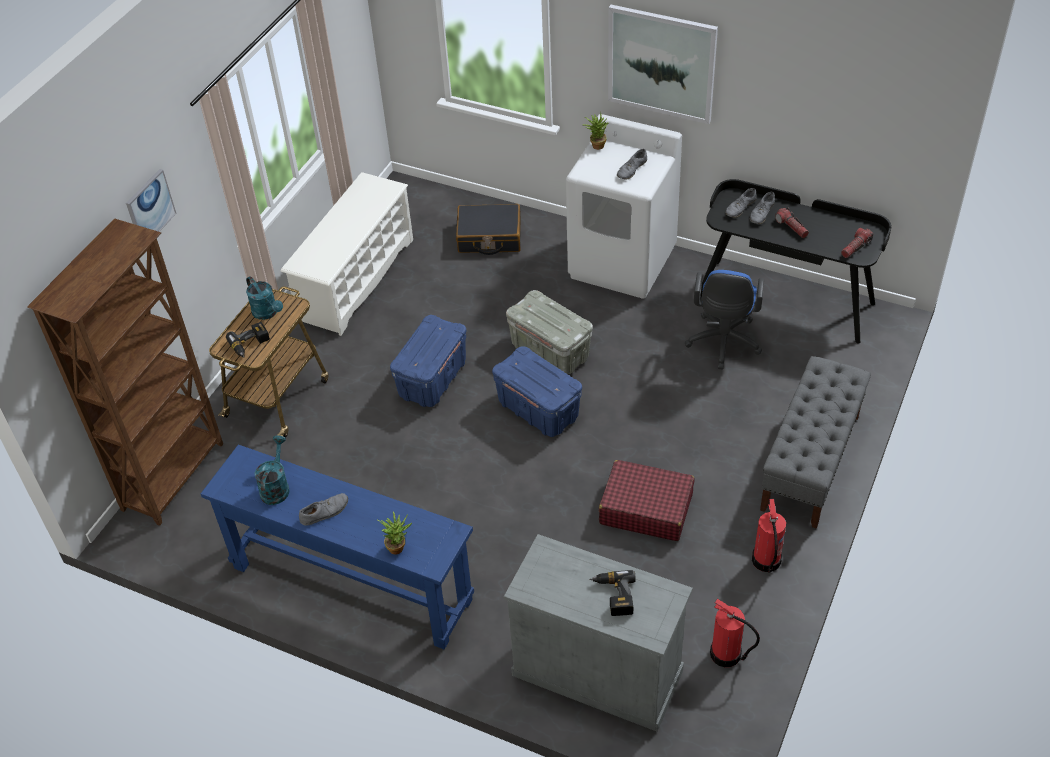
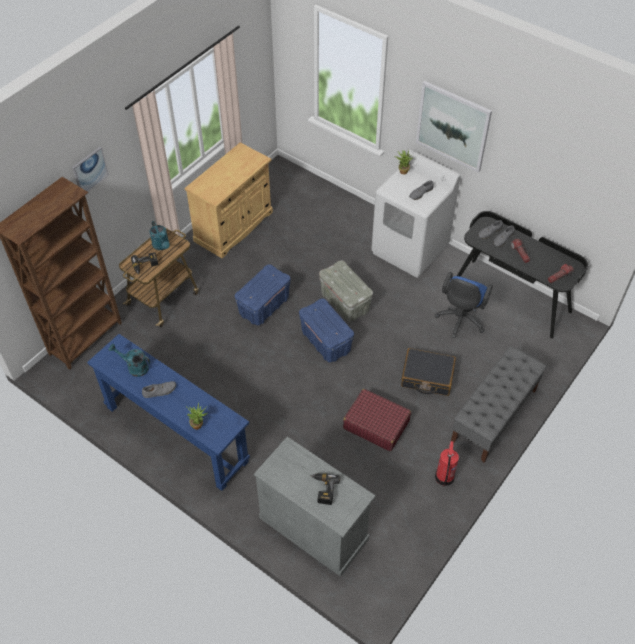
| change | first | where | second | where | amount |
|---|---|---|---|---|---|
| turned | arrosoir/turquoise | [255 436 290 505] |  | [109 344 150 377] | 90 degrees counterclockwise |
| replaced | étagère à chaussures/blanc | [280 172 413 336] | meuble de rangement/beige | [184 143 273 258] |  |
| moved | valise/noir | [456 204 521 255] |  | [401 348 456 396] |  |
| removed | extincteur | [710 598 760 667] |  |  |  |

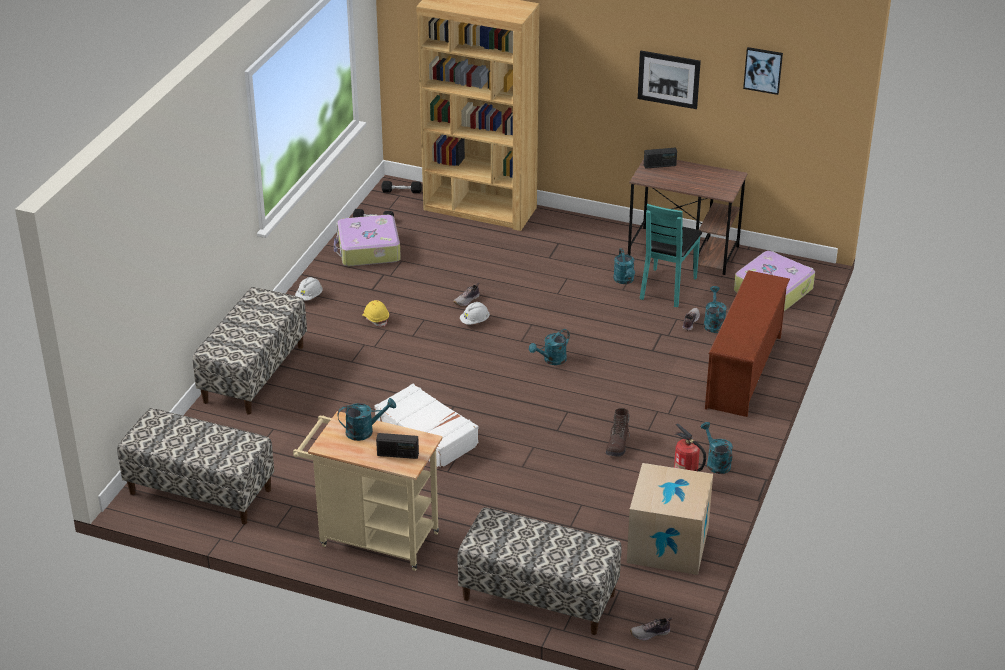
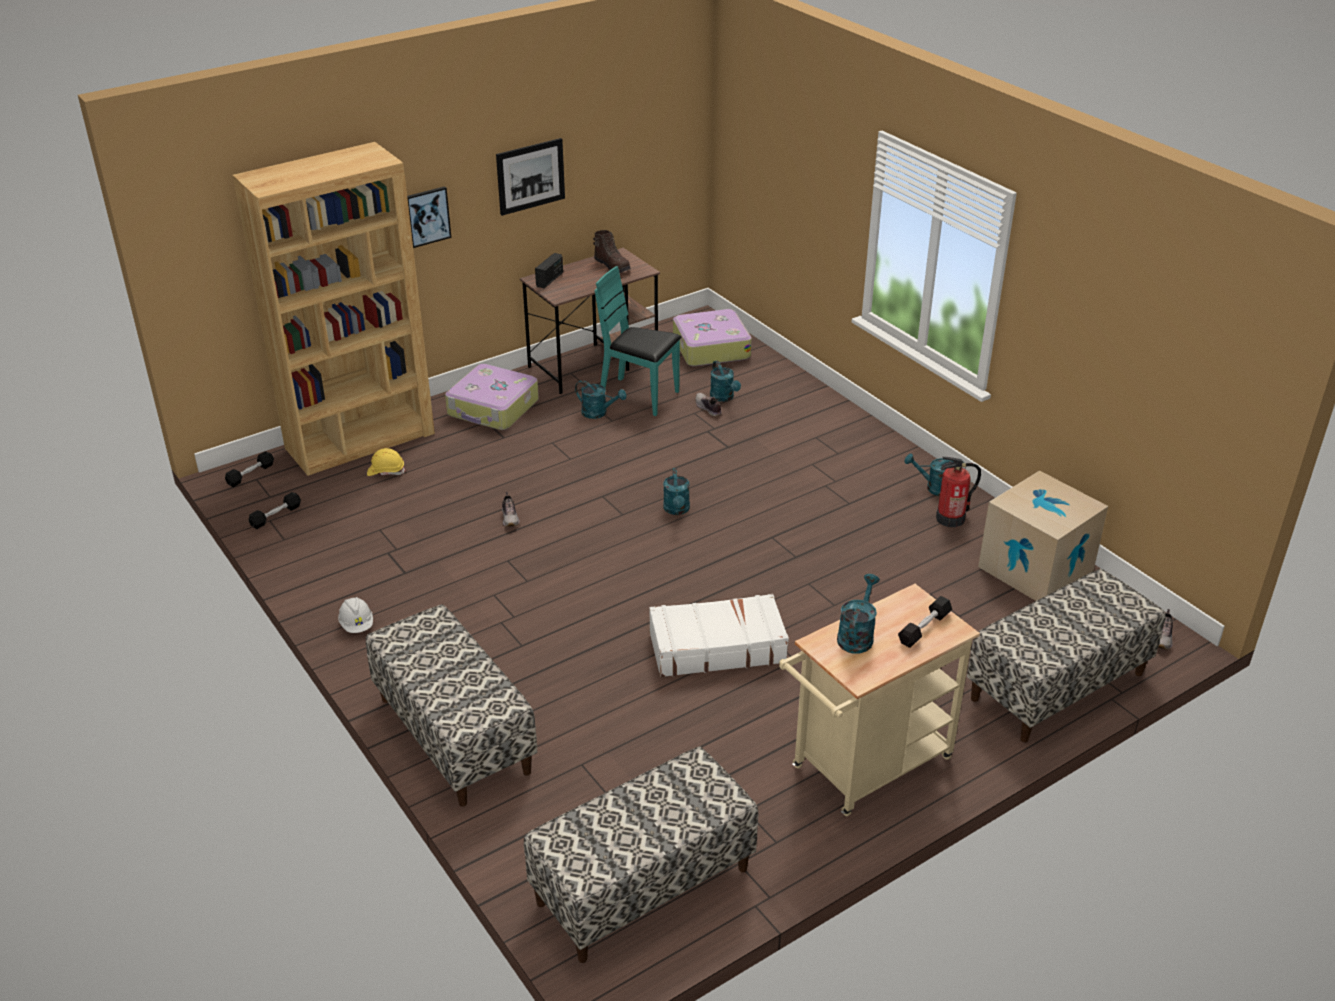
| change | first | where | second | where | amount |
|---|---|---|---|---|---|
| moved | casque de chantier/jaune | [362 300 389 327] |  | [367 448 405 476] |  |
| moved | tableau | [743 47 783 95] |  | [407 186 451 248] |  |
| moved | valise | [334 215 401 266] |  | [445 364 539 430] |  |
| moved | botte/marron | [605 408 630 457] |  | [593 230 631 273] |  |
| turned | chaise/turquoise | [640 204 702 307] |  | [594 266 682 416] | 150 degrees clockwise |
| turned | arrosoir/turquoise | [704 286 727 333] |  | [710 360 741 402] | 150 degrees counterclockwise |
| replaced | radio | [376 433 419 459] | haltère/noir | [898 596 952 648] |  |
| removed | casque de chantier/blanc | [460 302 490 325] |  |  |  |
| removed | étagère à chaussures/marron | [705 270 790 417] |  |  |  |

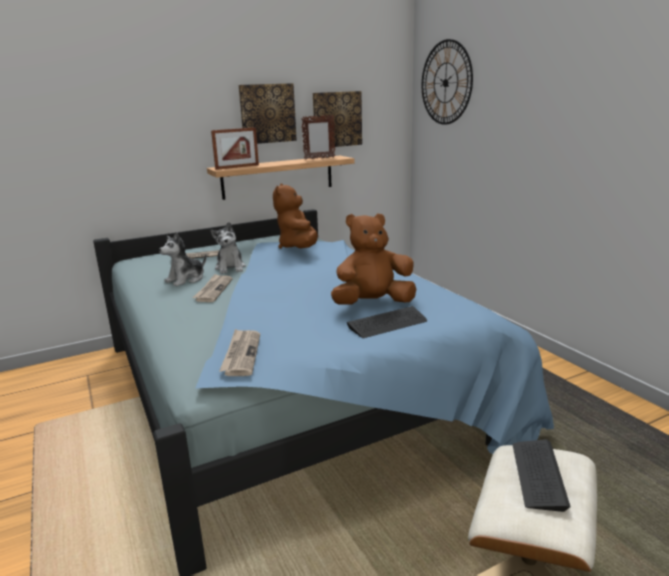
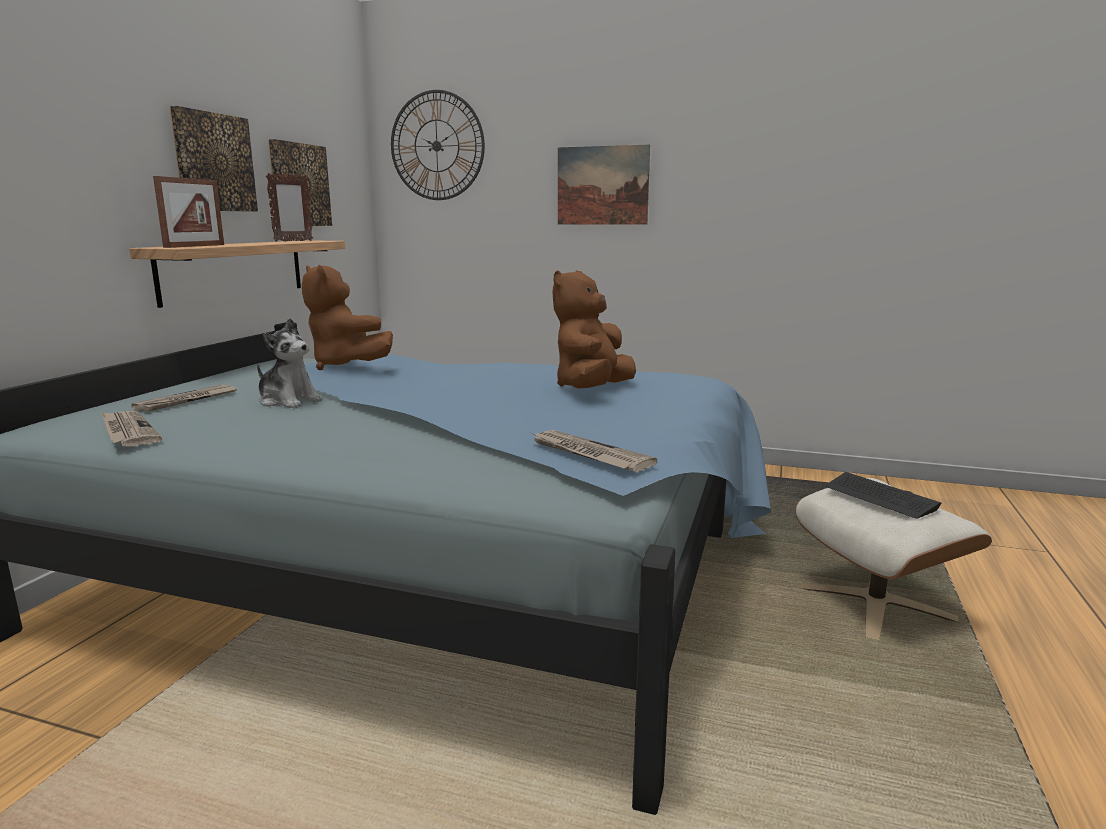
| change | first | where | second | where | amount |
|---|---|---|---|---|---|
| moved | journal | [193 274 233 302] |  | [101 411 162 447] |  |
| added |  |  | tableau | [558 144 650 225] |  |
| removed | peluche | [159 232 206 286] |  |  |  |
| removed | clavier | [347 306 427 338] |  |  |  |

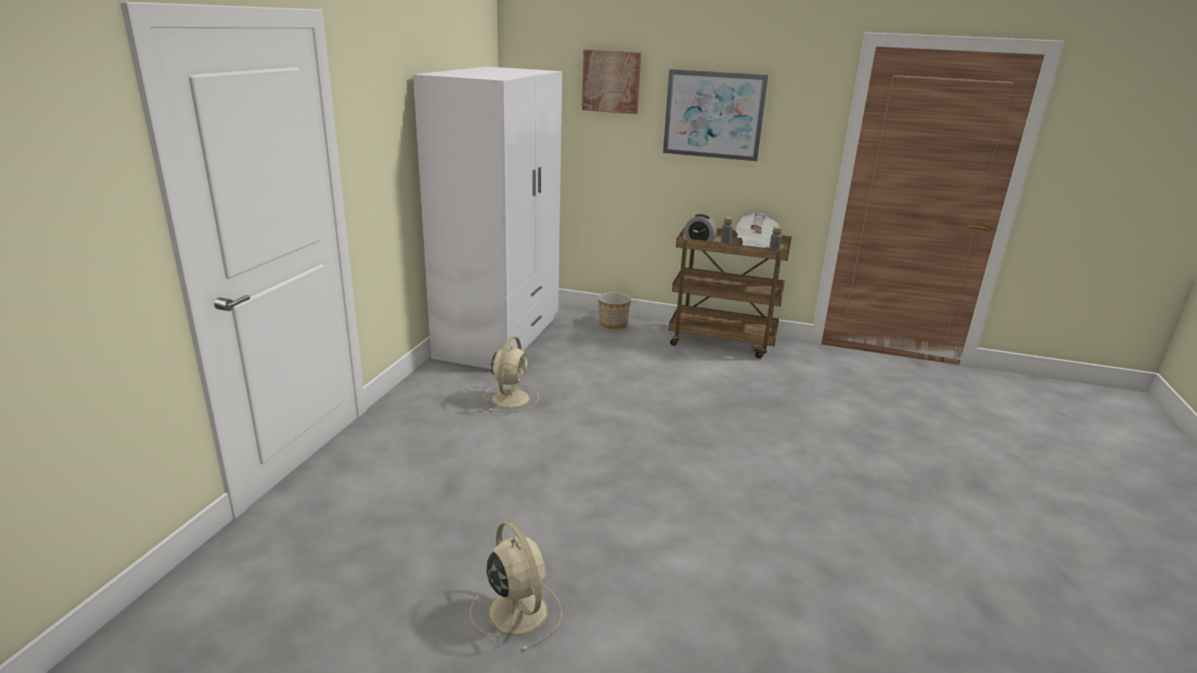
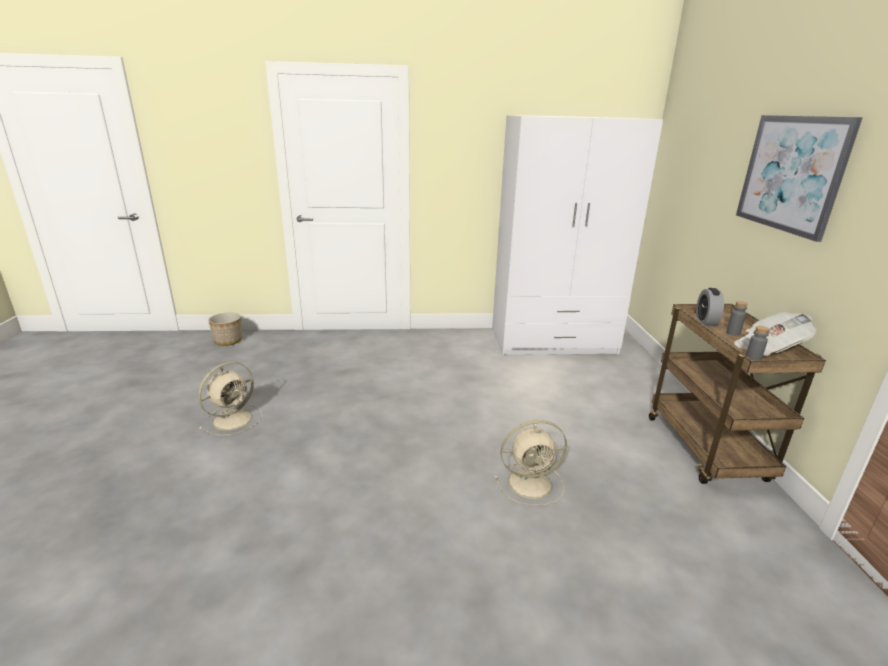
| change | first | where | second | where | amount |
|---|---|---|---|---|---|
| moved | cache-pot | [598 292 631 329] |  | [208 312 242 346] |  |
| moved | ventilateur/beige | [484 337 539 412] |  | [494 420 567 506] |  |
| removed | tableau | [582 50 641 114] |  |  |  |

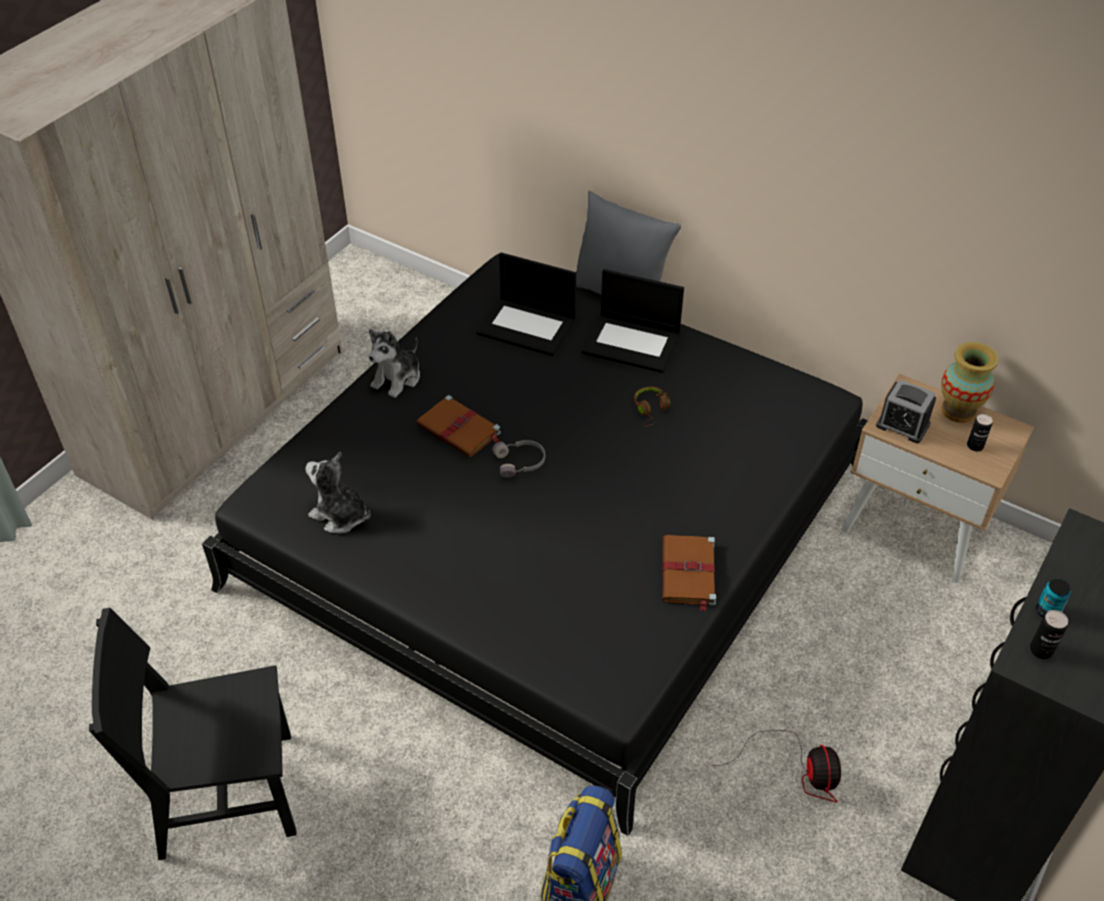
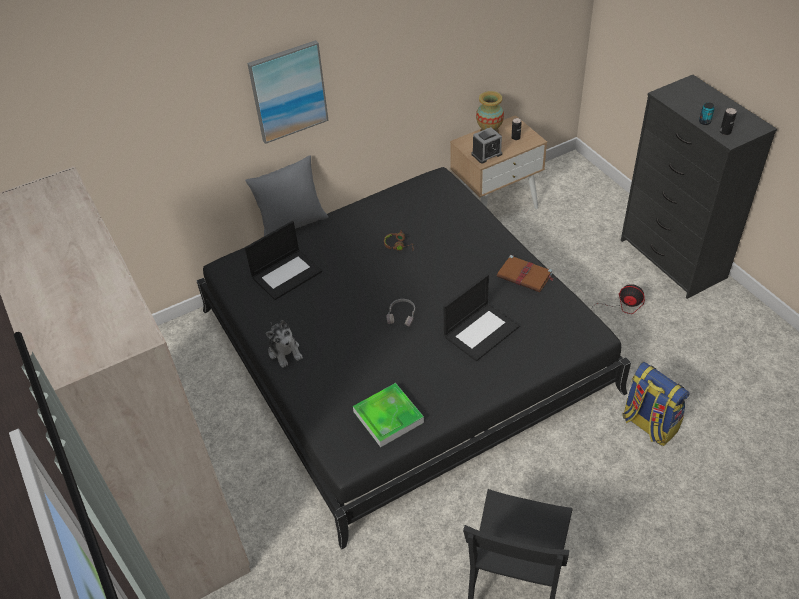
| change | first | where | second | where | amount |
|---|---|---|---|---|---|
| added |  |  | tableau | [247 40 329 144] |  |
| replaced | peluche | [305 451 371 534] | plateau | [353 383 424 447] |  |
| moved | ordinateur portable | [582 269 684 373] |  | [443 274 519 361] |  |
| removed | livre/marron | [416 395 501 458] |  |  |  |

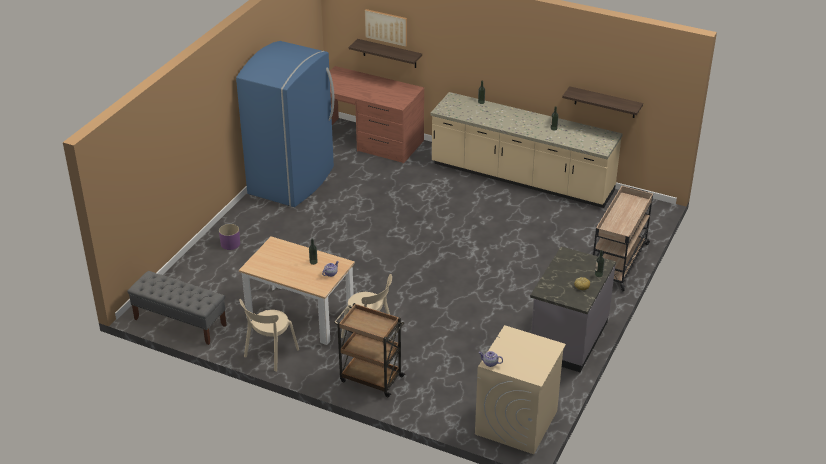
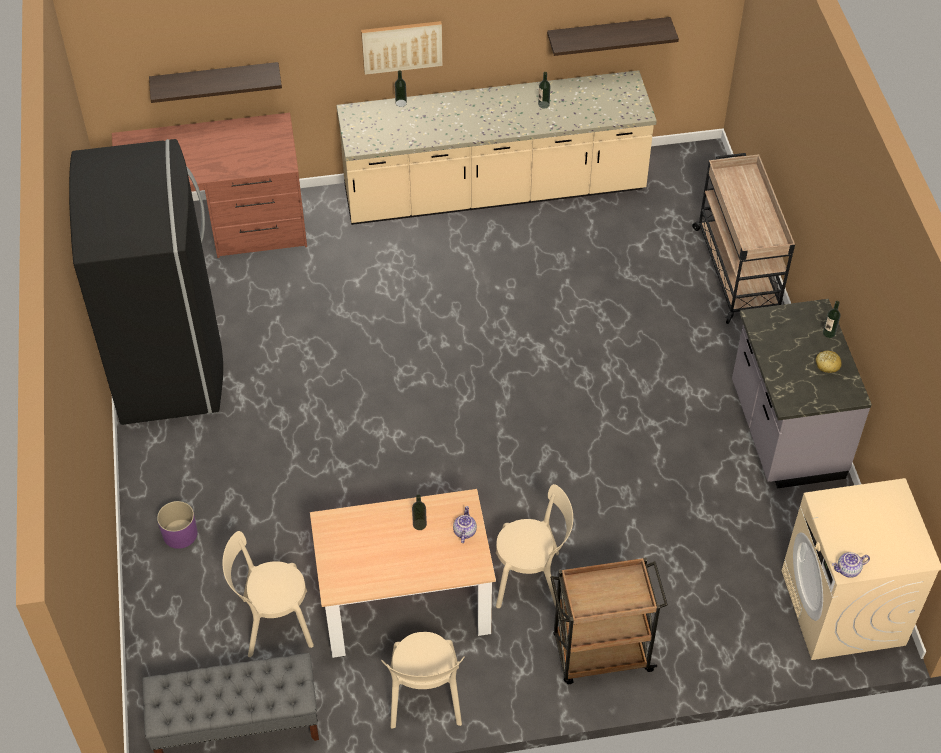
| change | first | where | second | where | amount |
|---|---|---|---|---|---|
| recoloured | réfrigérateur/bleu | [236 41 334 207] | réfrigérateur/noir | [69 139 223 425] |  |
| added |  |  | chaise/beige | [222 531 314 657] |  |
| moved | tableau | [365 9 407 47] |  | [361 21 443 75] |  |

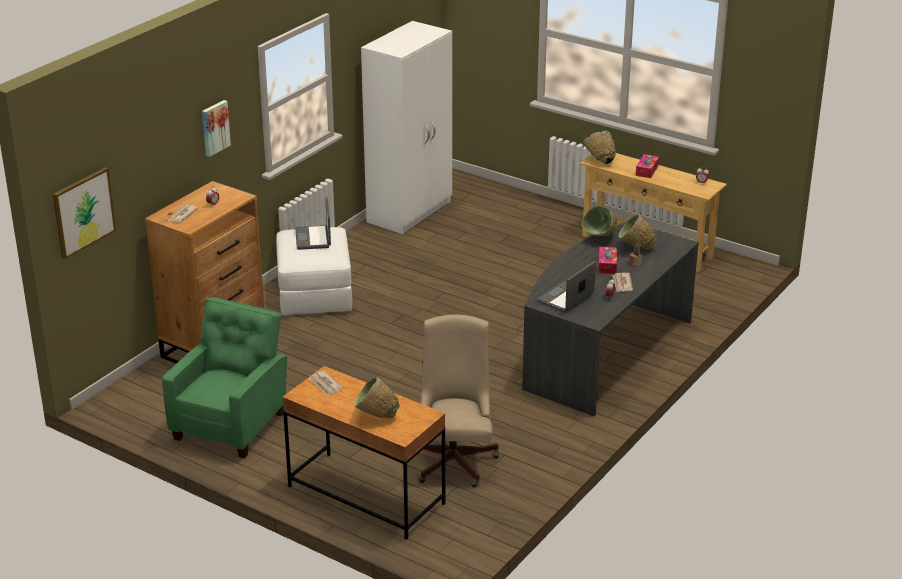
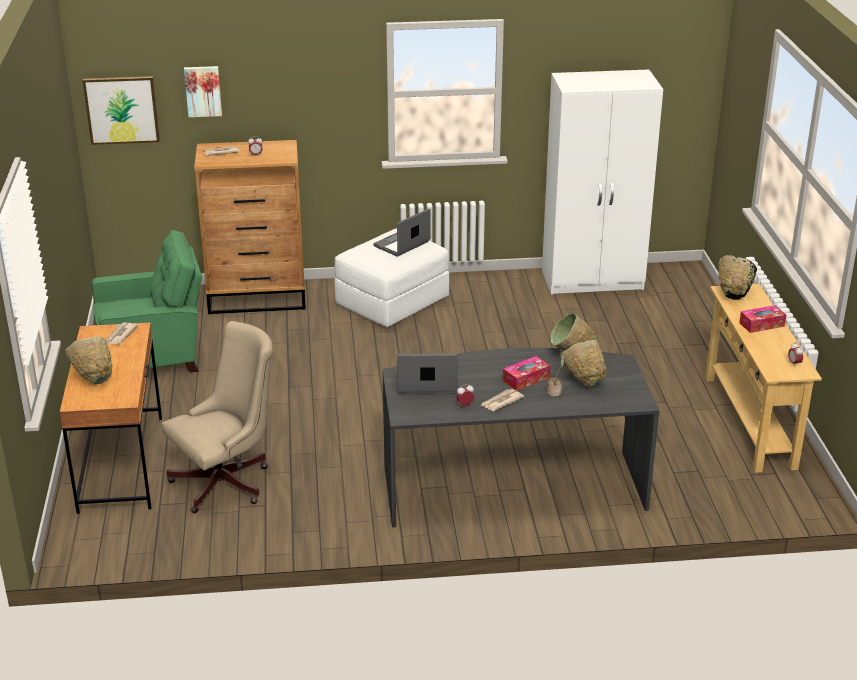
| change | first | where | second | where | amount |
|---|---|---|---|---|---|
| moved | tableau | [202 100 231 157] |  | [184 66 222 117] |  |

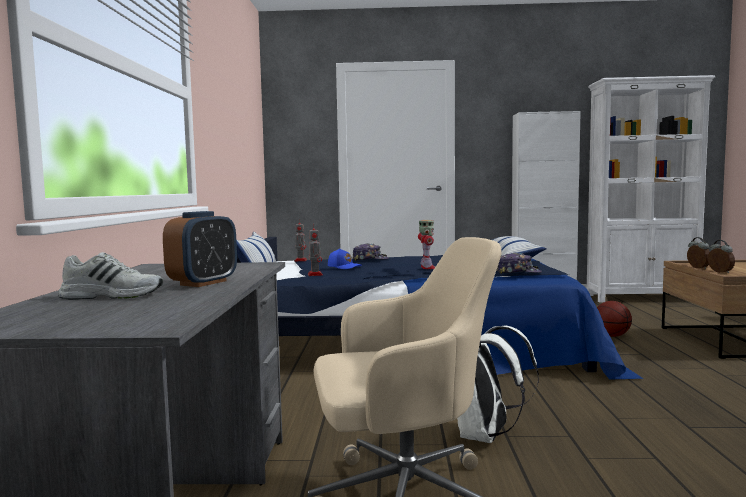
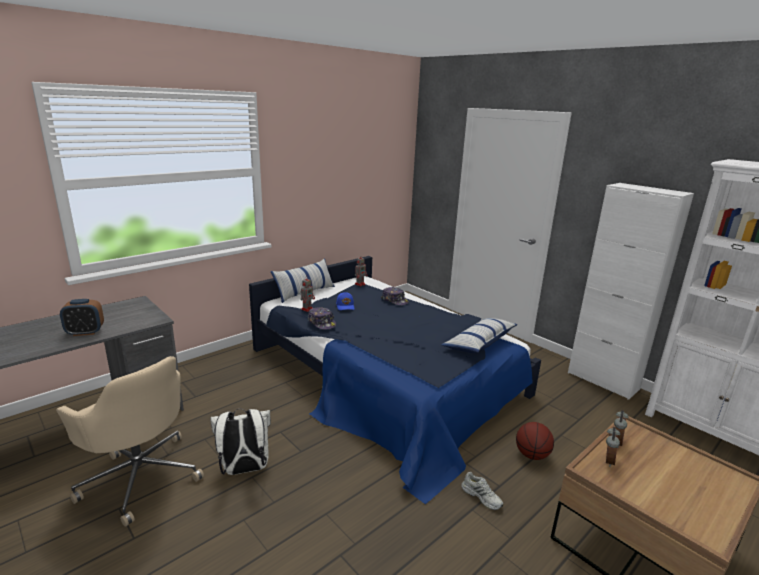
| change | first | where | second | where | amount |
|---|---|---|---|---|---|
| moved | casquette | [497 252 542 274] |  | [308 307 336 330] |  |
| moved | chaussure/blanc | [58 252 163 300] |  | [461 472 503 510] |  |
| removed | robot jouet | [418 220 435 269] |  |  |  |

